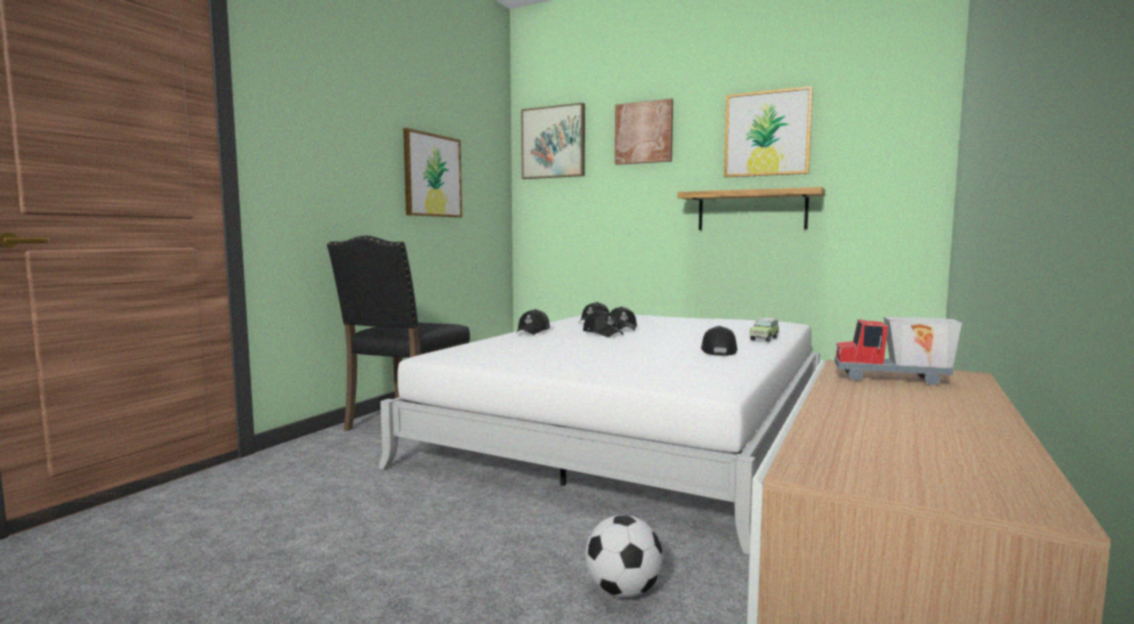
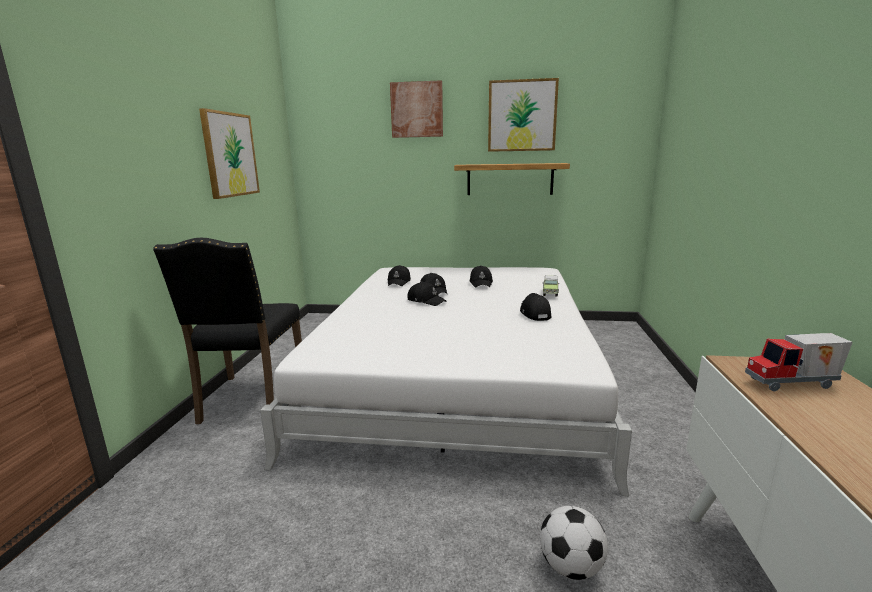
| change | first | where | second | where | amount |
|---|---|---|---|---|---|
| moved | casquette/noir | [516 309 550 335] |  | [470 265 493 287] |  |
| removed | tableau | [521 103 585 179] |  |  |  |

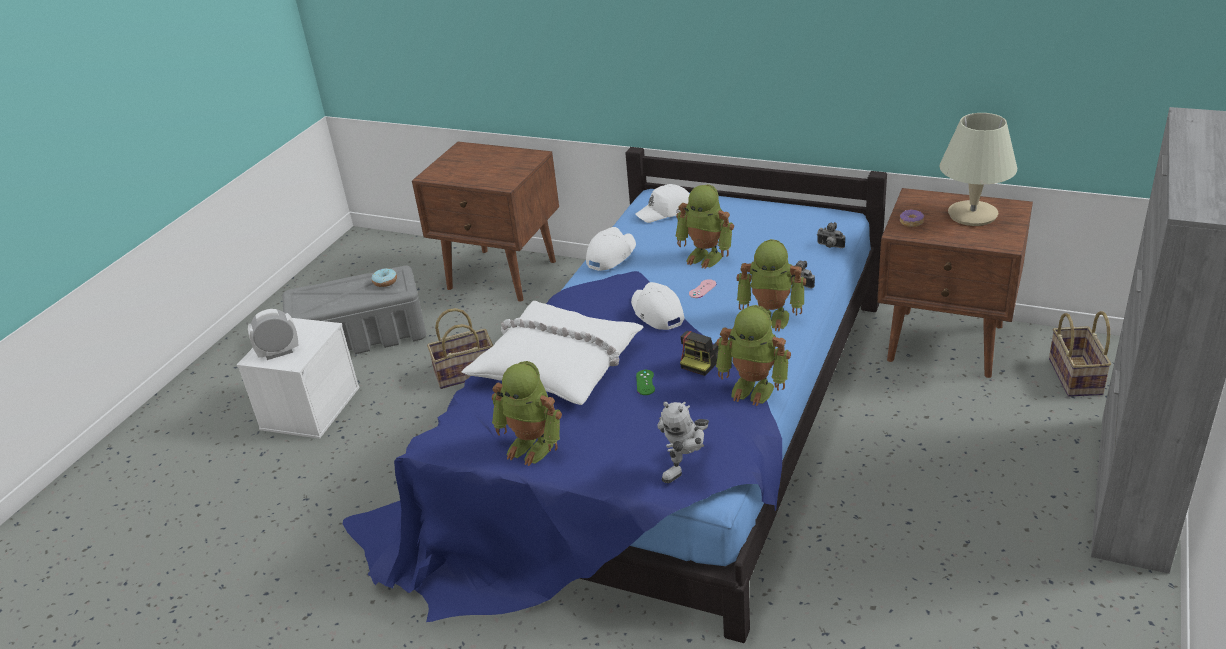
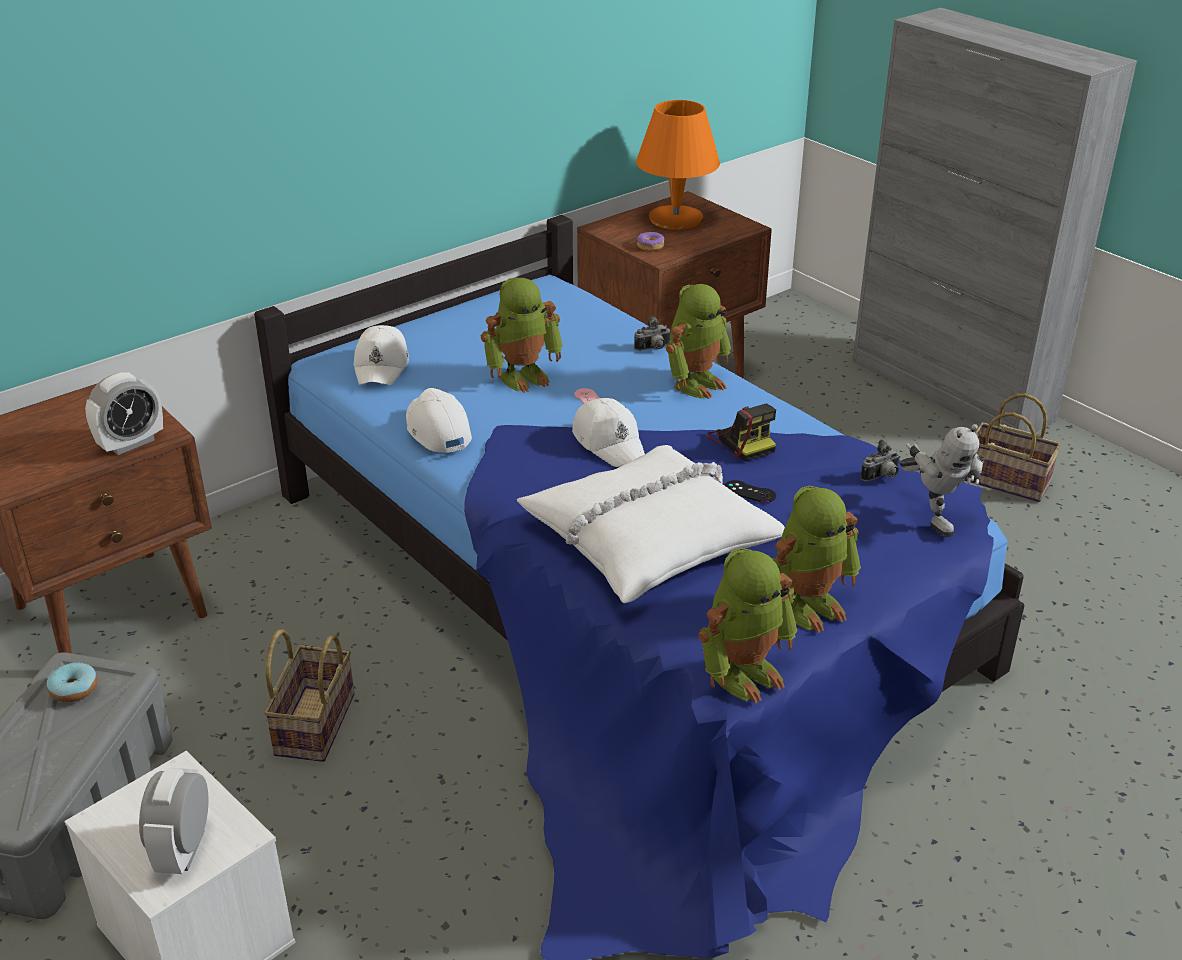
| change | first | where | second | where | amount |
|---|---|---|---|---|---|
| added |  |  | réveil | [85 372 163 455] |  |
| turned | casquette/blanc | [631 282 684 330] |  | [572 398 645 467] | 120 degrees counterclockwise |
| recoloured | lampe de table/beige | [939 113 1017 226] | lampe de table/orange | [636 100 720 230] |  |
| moved | robot jouet | [716 305 791 406] |  | [698 548 798 703] |  |
| recoloured | manette/vert | [636 370 655 395] | manette/noir | [724 480 776 503] |  |
| moved | appareil photo | [817 222 845 248] |  | [861 439 900 482] |  |
| moved | panier | [1049 311 1111 397] |  | [963 393 1061 502] |  |

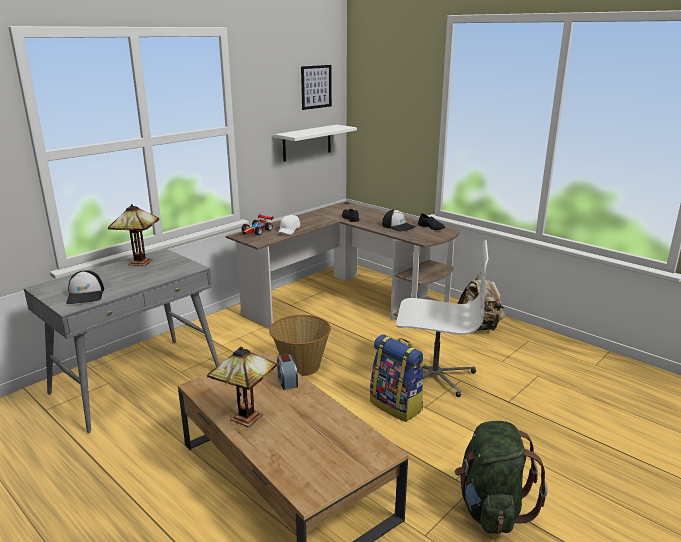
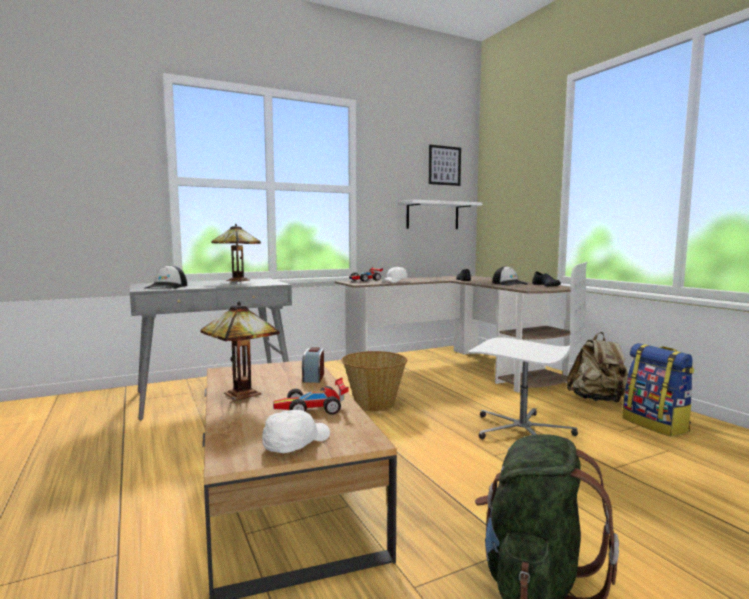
| change | first | where | second | where | amount |
|---|---|---|---|---|---|
| added |  |  | casquette/blanc | [262 410 330 453] |  |
| added |  |  | petite voiture | [273 377 348 415] |  |
| moved | sac à dos | [370 335 425 422] |  | [623 343 694 437] |  |

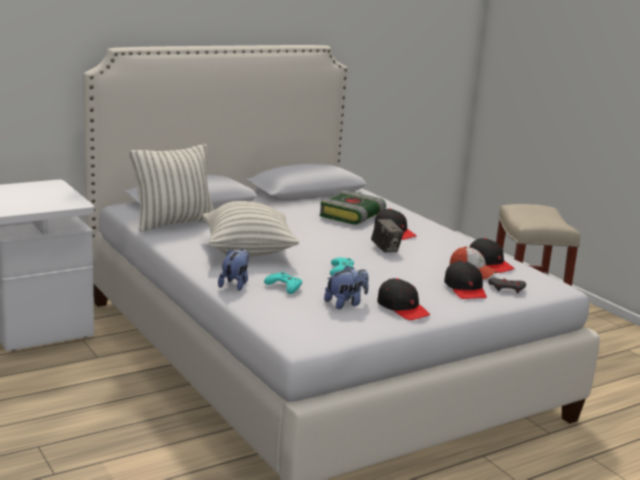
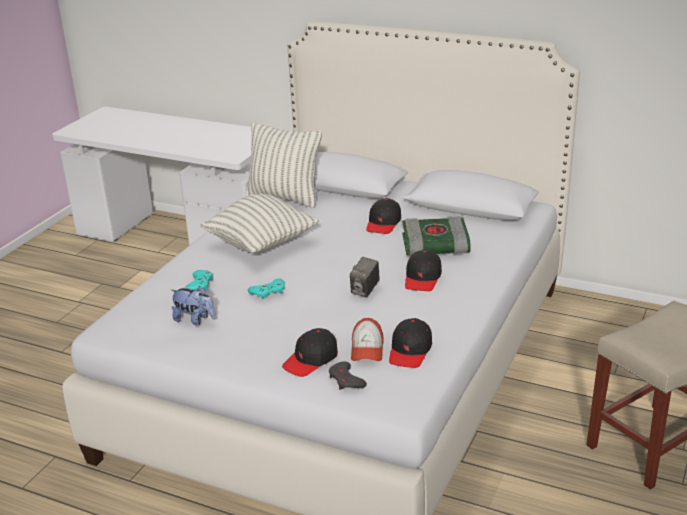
| change | first | where | second | where | amount |
|---|---|---|---|---|---|
| moved | casquette/noir | [377 278 430 320] |  | [366 198 401 234] |  |
| removed | peluche | [218 248 249 291] |  |  |  |

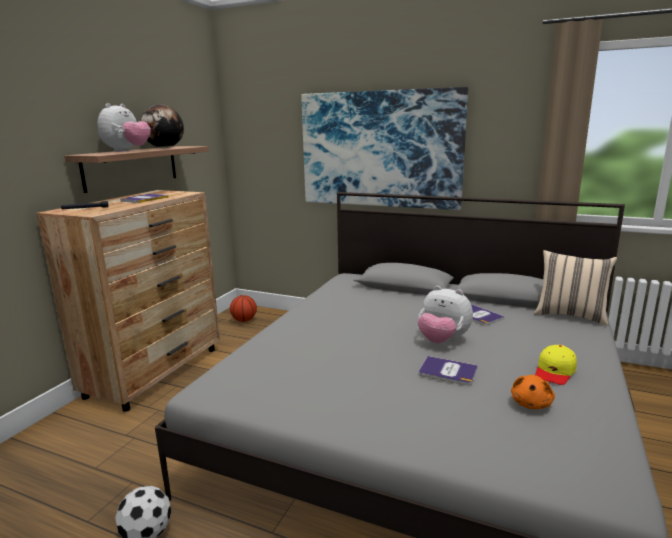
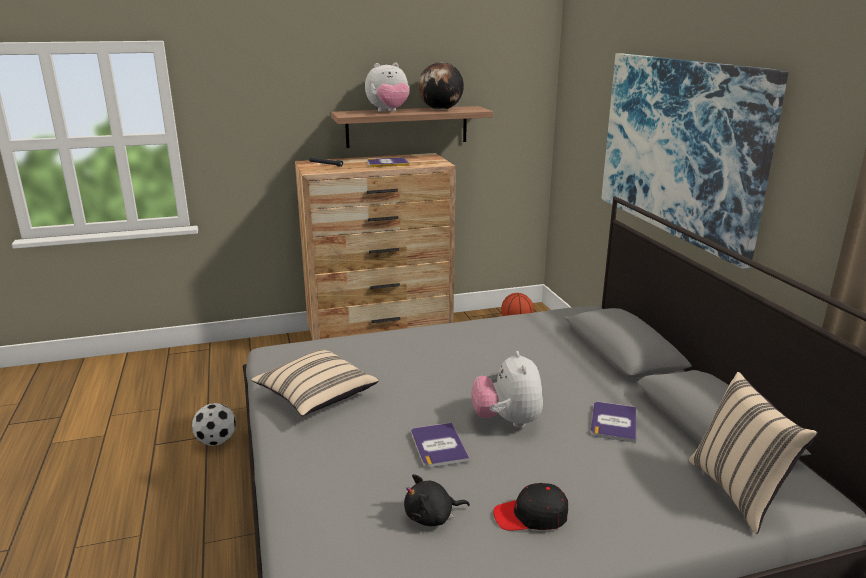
| change | first | where | second | where | amount |
|---|---|---|---|---|---|
| added |  |  | coussin/beige | [251 349 378 416] |  |
| recoloured | peluche/orange | [511 375 555 409] | peluche/noir | [404 474 470 526] |  |
| recoloured | casquette/jaune | [535 345 577 385] | casquette/noir | [493 483 568 531] |  |

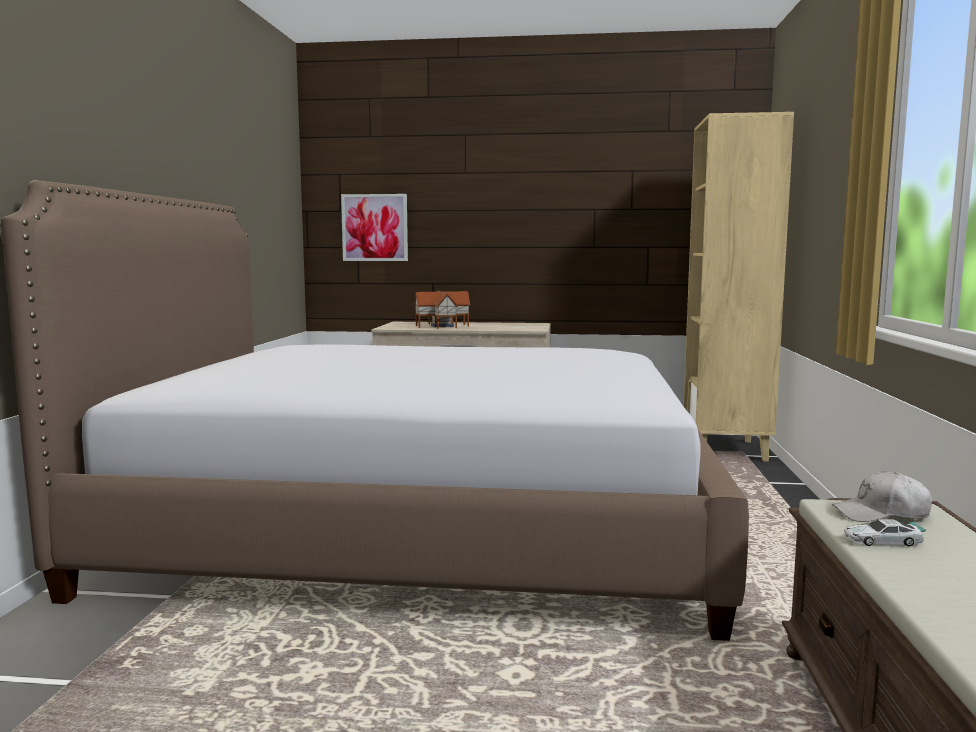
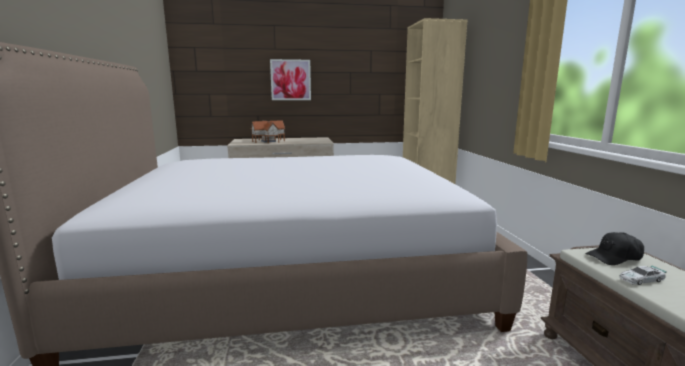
| change | first | where | second | where | amount |
|---|---|---|---|---|---|
| moved | tableau | [341 194 408 261] |  | [270 59 311 100] |  |
| recoloured | casquette/blanc | [832 472 932 522] | casquette/noir | [585 232 644 265] |  |

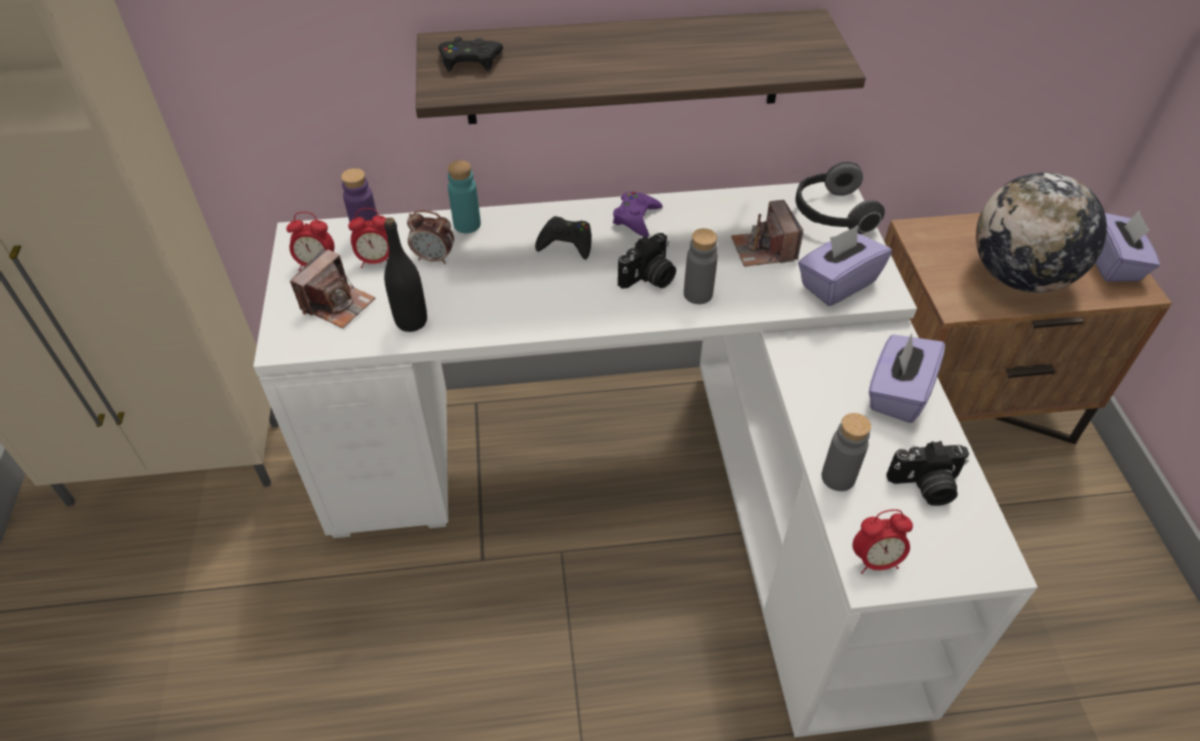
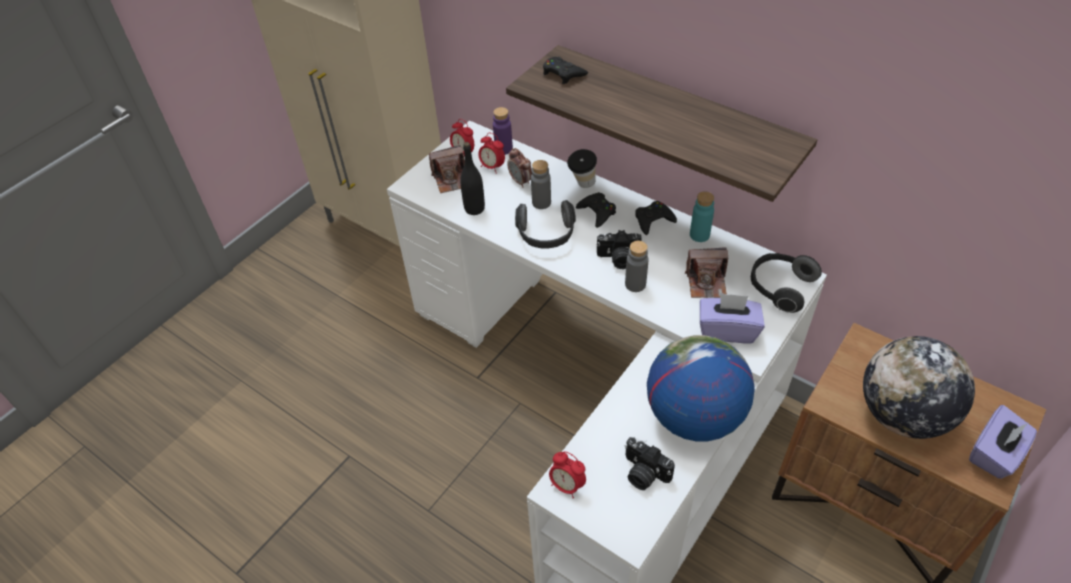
| change | first | where | second | where | amount |
|---|---|---|---|---|---|
| added |  |  | casque audio | [515 200 576 248] |  |
| moved | bouteille/gris | [822 413 871 491] |  | [531 160 551 209] |  |
| added |  |  | tasse | [567 149 597 188] |  |
| recoloured | manette/violet | [613 192 663 237] | manette/noir | [635 201 677 235] |  |
| replaced | boîte à mouchoirs/violet | [869 333 945 423] | globe | [647 335 755 441] |  |
| turned | appareil photo | [731 200 803 267] |  | [685 247 728 298] | 120 degrees counterclockwise |
| moved | bouteille/turquoise | [448 160 481 233] |  | [690 191 714 242] |  |

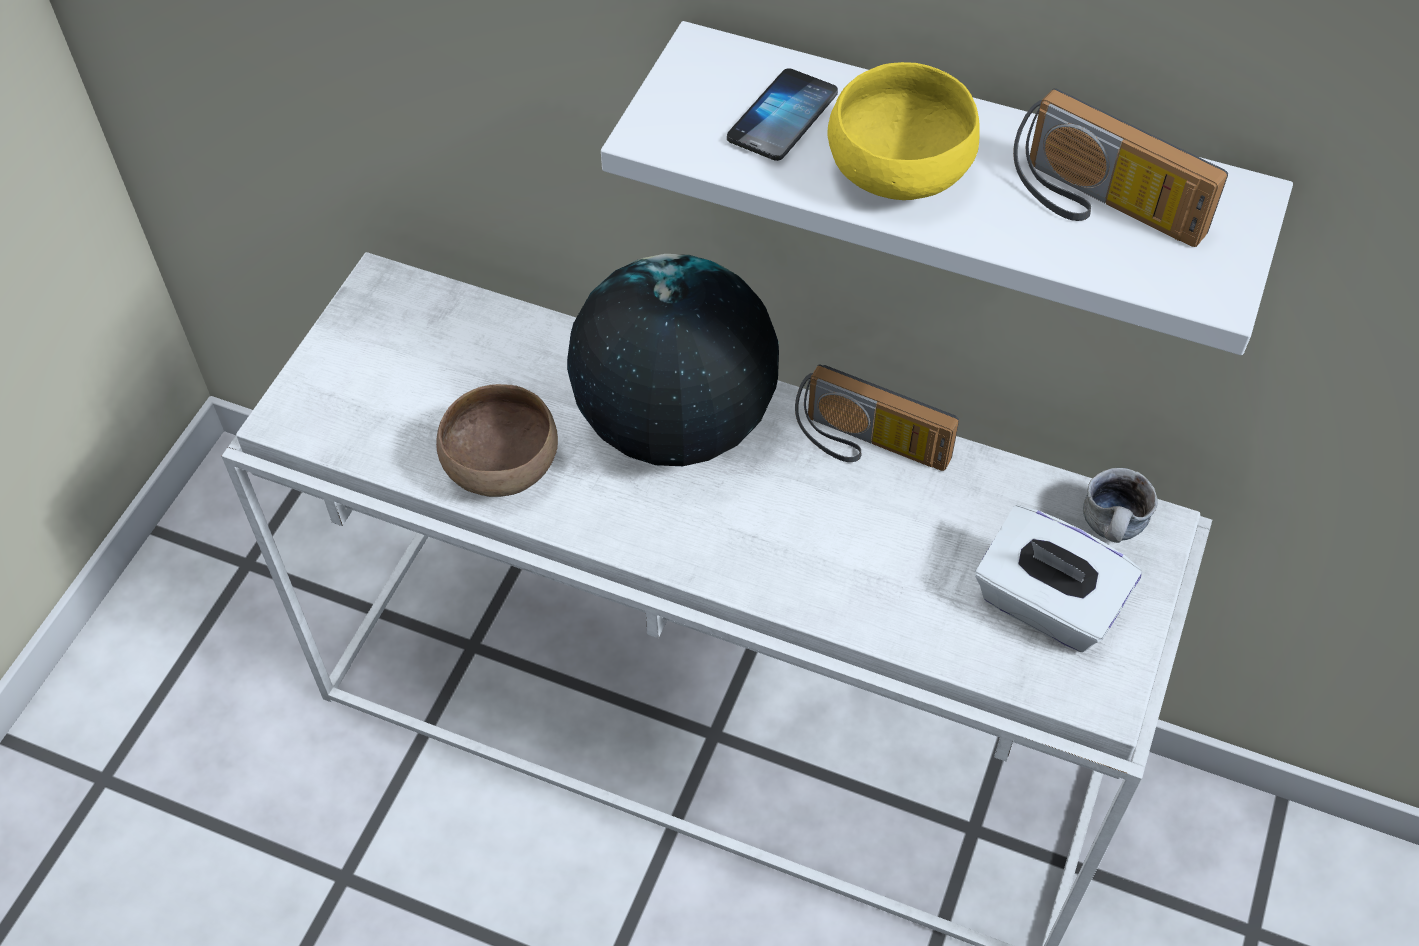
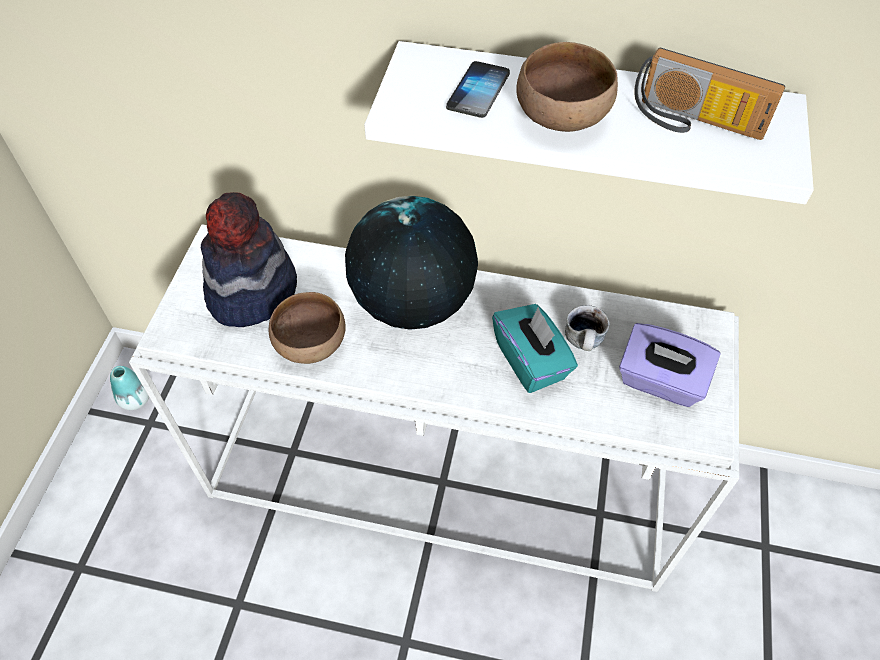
| change | first | where | second | where | amount |
|---|---|---|---|---|---|
| added |  |  | vase | [110 366 149 410] |  |
| added |  |  | chapeau | [201 192 297 327] |  |
| added |  |  | boîte à mouchoirs/turquoise | [492 304 578 393] |  |
| recoloured | bol/jaune | [828 62 980 200] | bol/marron | [516 42 618 132] |  |
| moved | mug | [1083 468 1158 543] |  | [565 305 610 351] |  |
| recoloured | boîte à mouchoirs/blanc | [975 505 1142 652] | boîte à mouchoirs/violet | [619 323 721 407] |  |
| removed | radio | [795 364 959 471] |  |  |  |

